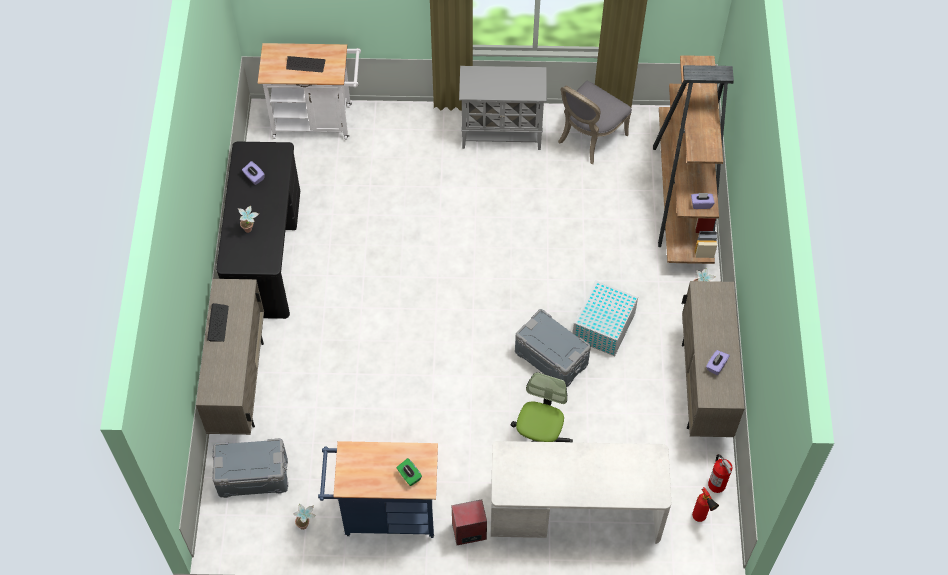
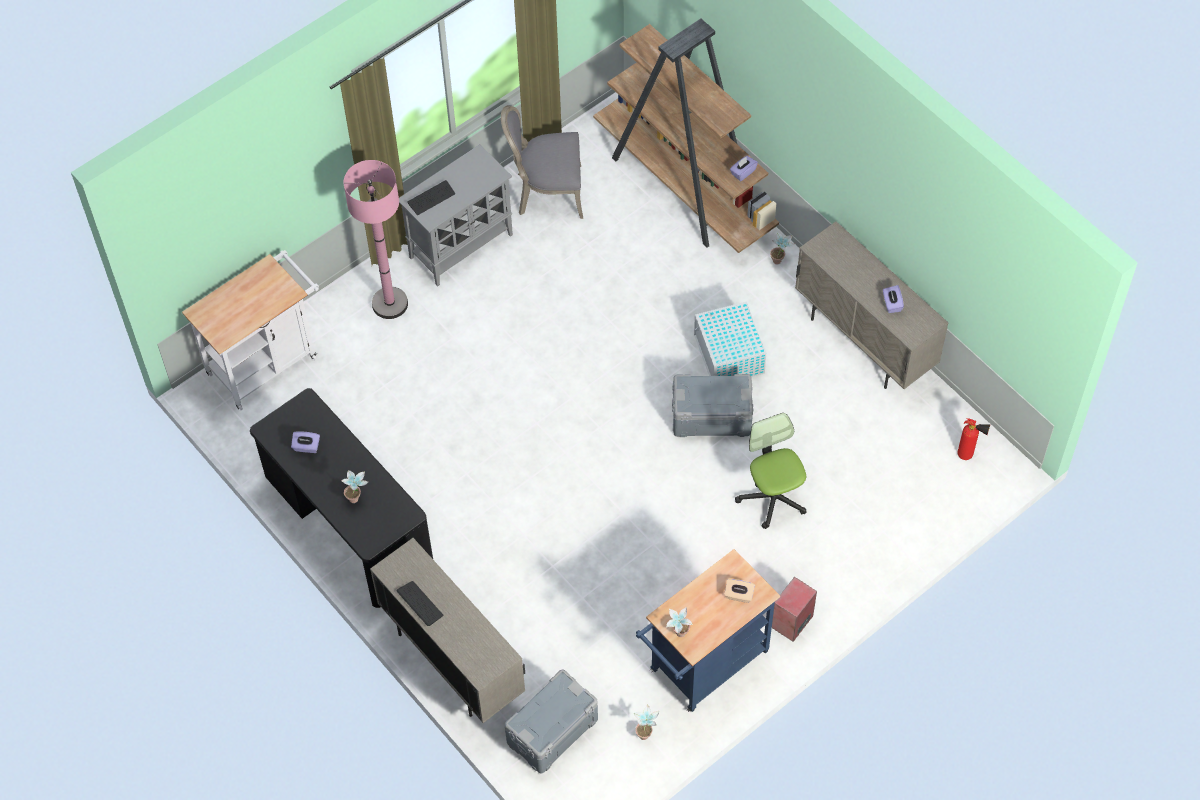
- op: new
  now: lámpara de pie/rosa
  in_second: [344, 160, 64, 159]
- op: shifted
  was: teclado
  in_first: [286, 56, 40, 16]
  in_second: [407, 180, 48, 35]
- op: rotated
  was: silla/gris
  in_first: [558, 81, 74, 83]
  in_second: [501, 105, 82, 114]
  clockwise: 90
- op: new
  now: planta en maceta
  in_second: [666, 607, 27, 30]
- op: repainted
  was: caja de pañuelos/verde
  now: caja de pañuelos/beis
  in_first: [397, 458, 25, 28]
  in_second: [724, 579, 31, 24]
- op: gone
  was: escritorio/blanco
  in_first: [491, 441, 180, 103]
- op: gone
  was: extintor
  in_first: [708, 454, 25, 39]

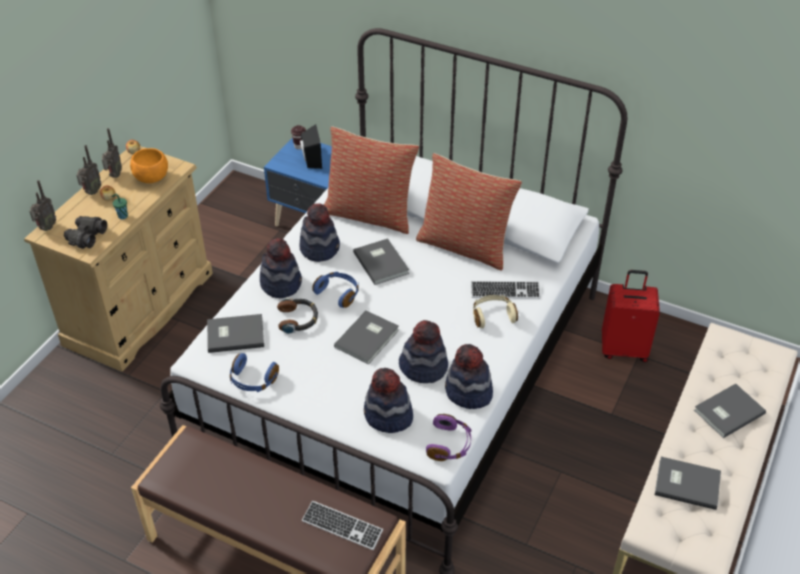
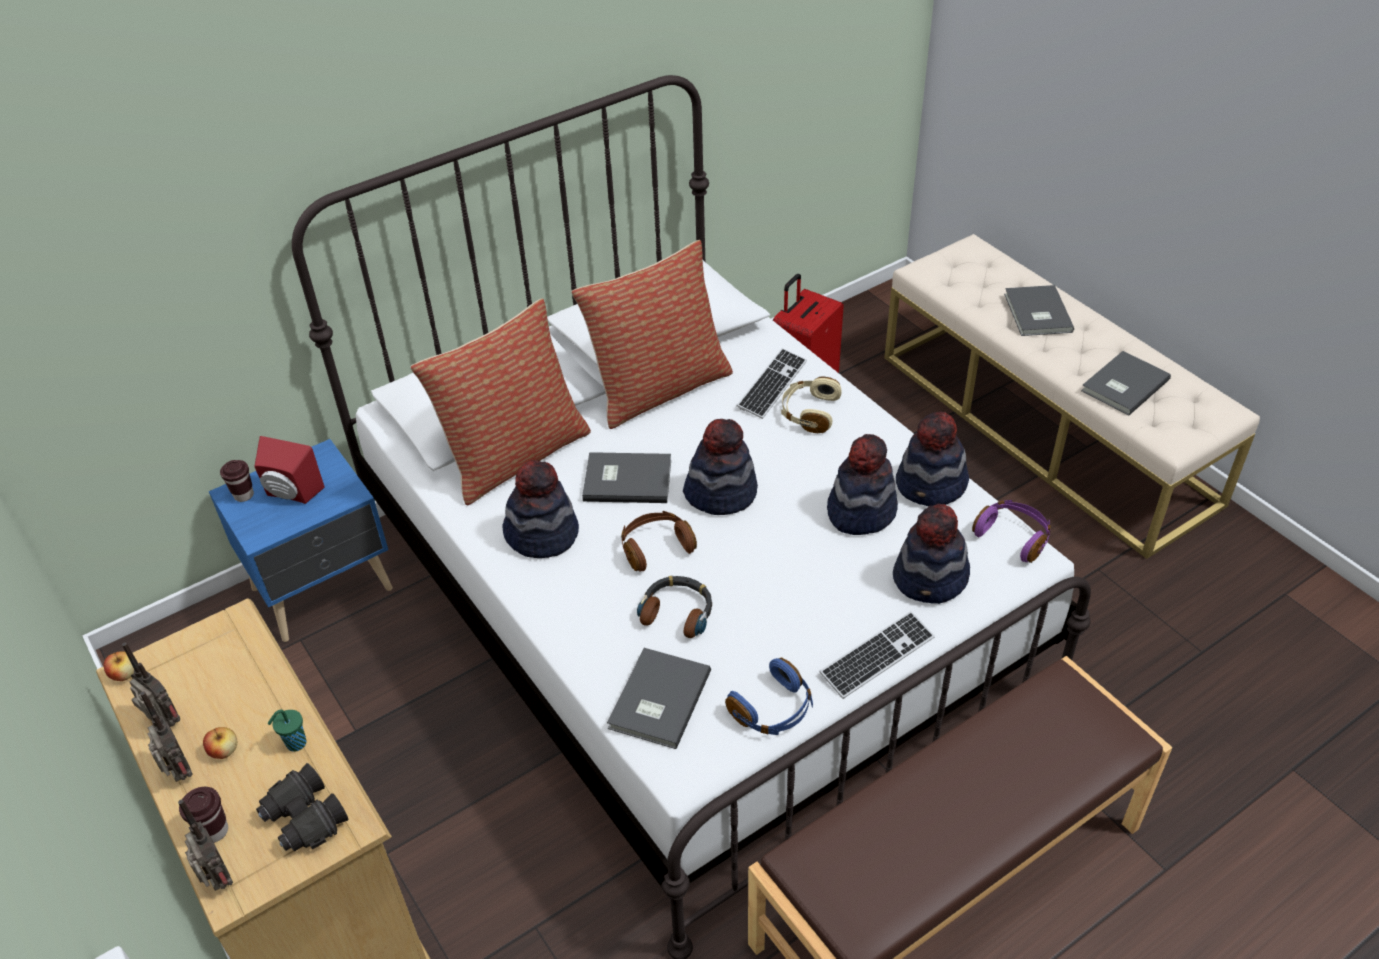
- op: new
  now: taza/marrón
  in_second: [179, 787, 49, 56]
- op: repainted
  was: altavoz/negro
  now: altavoz/rojo
  in_first: [300, 124, 22, 45]
  in_second: [254, 436, 71, 68]
- op: repainted
  was: auriculares/azul
  now: auriculares/marrón
  in_first: [312, 272, 47, 36]
  in_second: [621, 511, 76, 61]
- op: shifted
  was: sombrero
  in_first: [260, 238, 42, 60]
  in_second: [683, 419, 75, 96]
- op: shifted
  was: teclado
  in_first: [302, 501, 81, 49]
  in_second: [819, 611, 116, 88]
- op: gone
  was: cuenco/naranja
  in_first: [130, 148, 38, 35]
- op: gone
  was: libro/gris
  in_first: [334, 311, 65, 53]

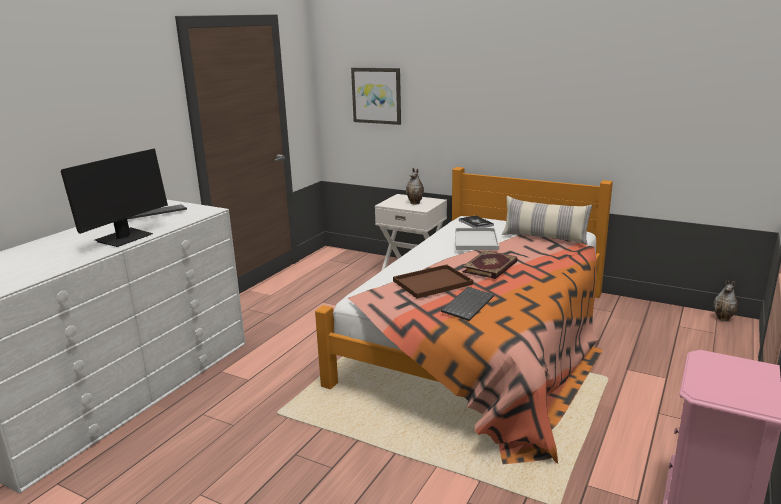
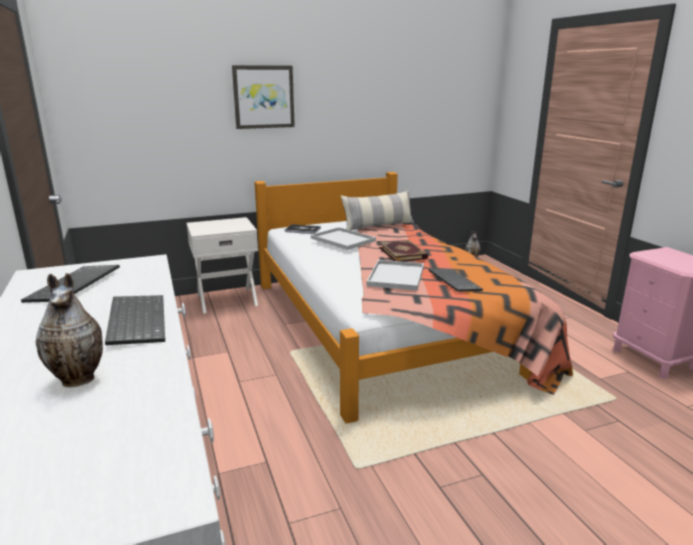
- op: shifted
  was: florero
  in_first: [406, 168, 18, 36]
  in_second: [36, 273, 67, 114]
- op: swapped
  was: monitor
  now: teclado
  in_first: [61, 149, 107, 98]
  in_second: [105, 295, 60, 50]
- op: shifted
  was: cuadro
  in_first: [351, 68, 50, 57]
  in_second: [232, 65, 63, 64]
- op: repainted
  was: bandeja/marrón
  now: bandeja/blanco
  in_first: [393, 264, 80, 35]
  in_second: [367, 260, 57, 30]

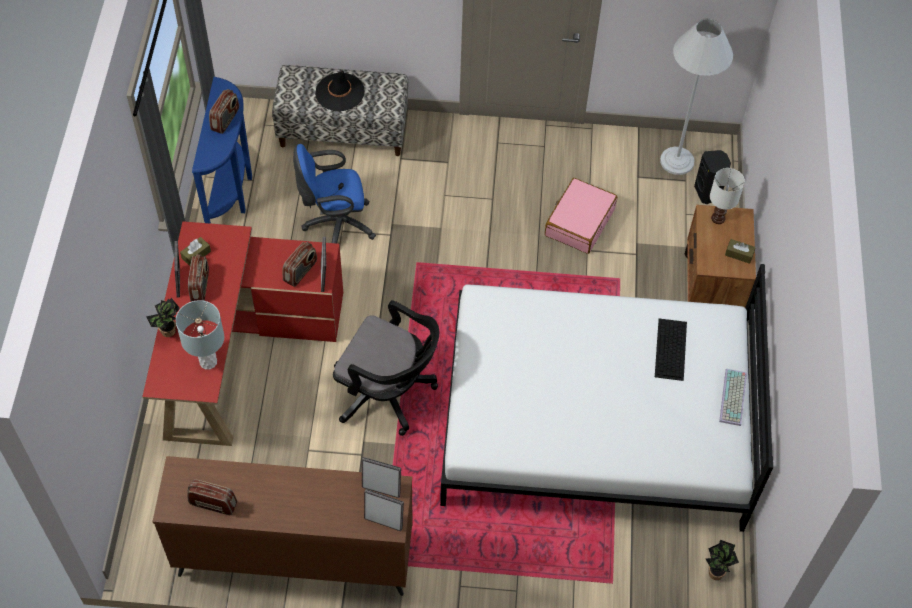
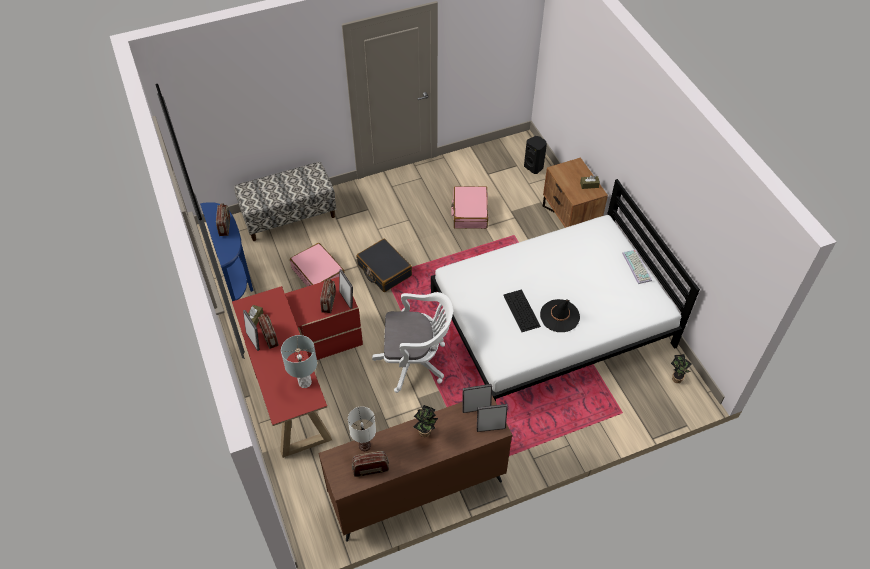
- op: swapped
  was: silla de oficina/azul
  now: maleta/rosa
  in_first: [293, 144, 83, 99]
  in_second: [290, 243, 55, 43]
- op: shifted
  was: lámpara de mesa/blanco
  in_first: [710, 168, 35, 56]
  in_second: [348, 407, 28, 44]
- op: new
  now: maleta/negro
  in_second: [356, 239, 56, 53]
- op: repainted
  was: silla de oficina/negro
  now: silla de oficina/blanco
  in_first: [333, 300, 107, 136]
  in_second: [372, 292, 81, 101]
- op: shifted
  was: planta en maceta
  in_first: [146, 298, 34, 39]
  in_second: [414, 405, 24, 32]
- op: shifted
  was: teclado
  in_first: [655, 318, 32, 63]
  in_second: [503, 289, 38, 43]
- op: shifted
  was: sombrero/negro
  in_first: [315, 71, 49, 40]
  in_second: [540, 299, 40, 33]
- op: gone
  was: lámpara de pie/blanco
  in_first: [660, 19, 73, 156]

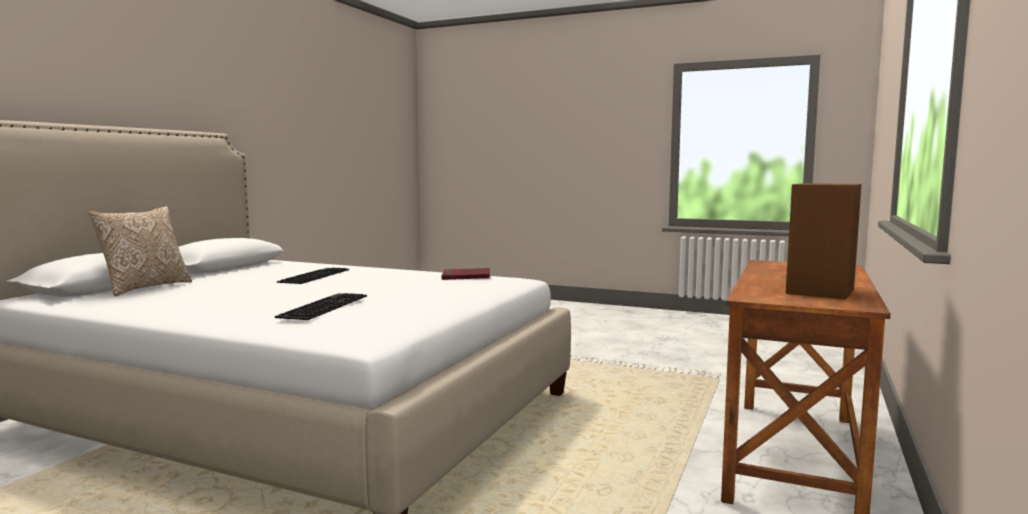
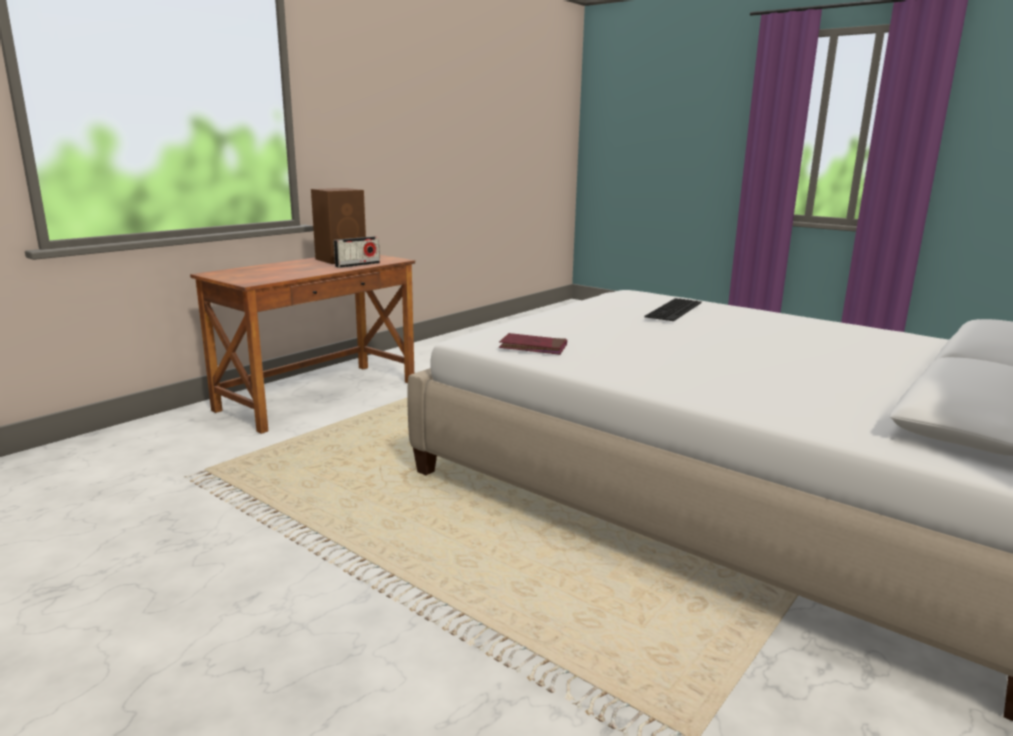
- op: new
  now: radio
  in_second: [334, 236, 46, 32]
- op: gone
  was: cojín
  in_first: [88, 206, 104, 90]
- op: gone
  was: teclado
  in_first: [277, 268, 72, 16]

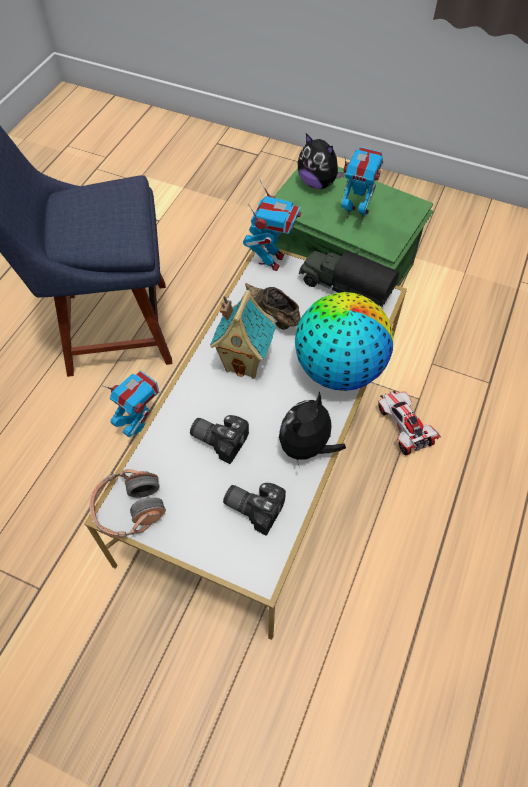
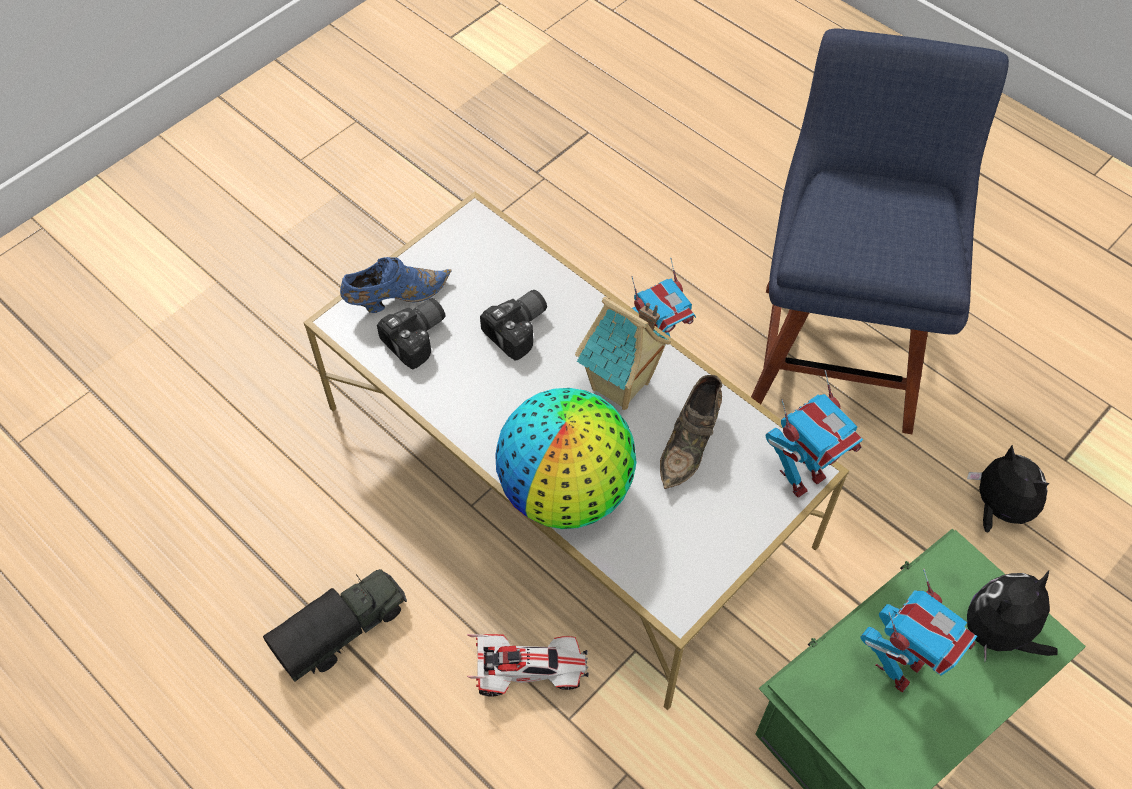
- op: shifted
  was: camión de juguete
  in_first: [299, 249, 100, 58]
  in_second: [263, 569, 144, 113]
- op: new
  now: zapato/azul
  in_second: [340, 257, 112, 56]
- op: rotated
  was: zapato/marrón
  in_first: [245, 283, 56, 46]
  in_second: [660, 375, 62, 114]
  clockwise: 135
- op: rotated
  was: robot de juguete
  in_first: [243, 180, 58, 91]
  in_second: [766, 370, 97, 128]
  clockwise: -75
- op: shifted
  was: peluche
  in_first: [279, 391, 67, 77]
  in_second: [967, 445, 82, 88]
- op: gone
  was: auriculares
  in_first: [89, 469, 77, 69]

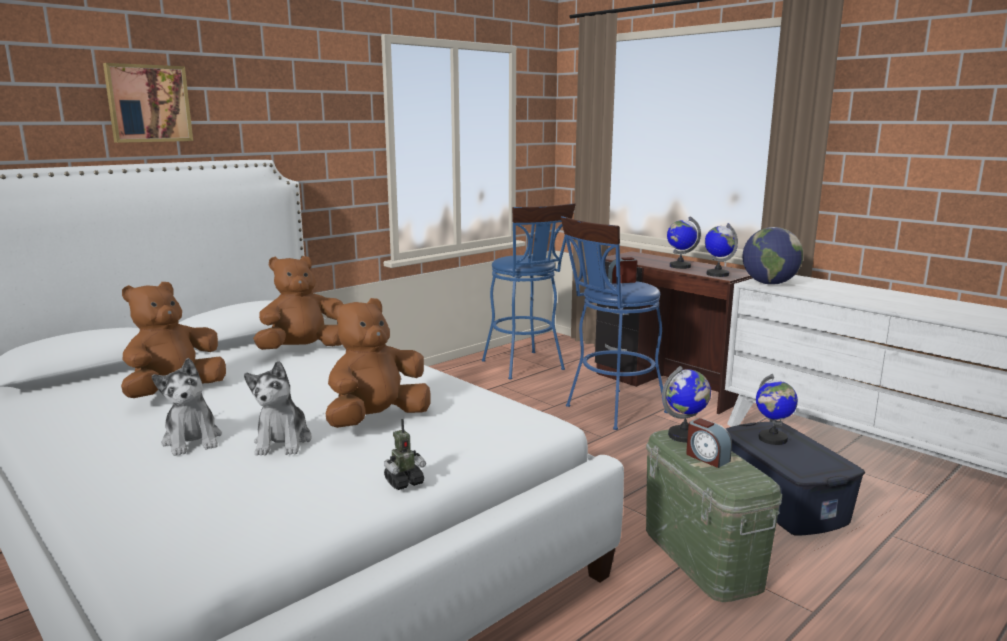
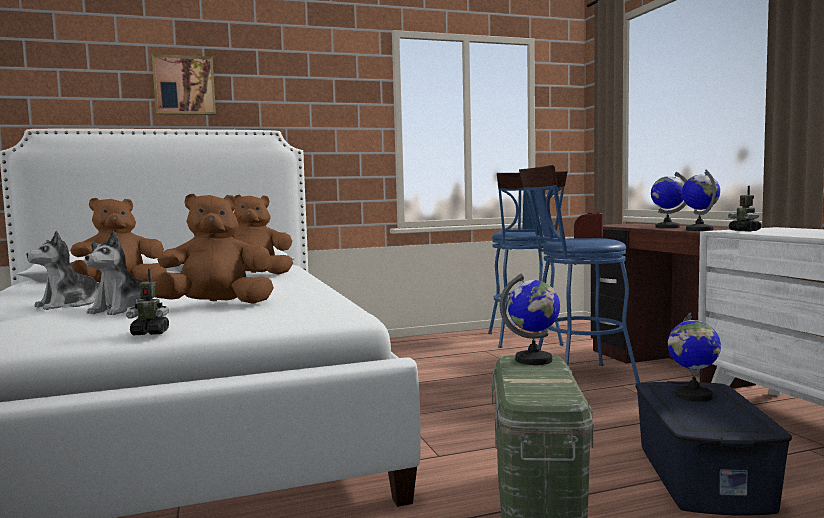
- op: rotated
  was: peluche
  in_first: [152, 358, 70, 98]
  in_second: [26, 230, 74, 80]
  clockwise: 45
- op: swapped
  was: globo terráqueo
  now: robot de juguete
  in_first: [742, 227, 61, 58]
  in_second: [728, 186, 34, 45]
- op: gone
  was: despertador
  in_first: [686, 418, 46, 50]

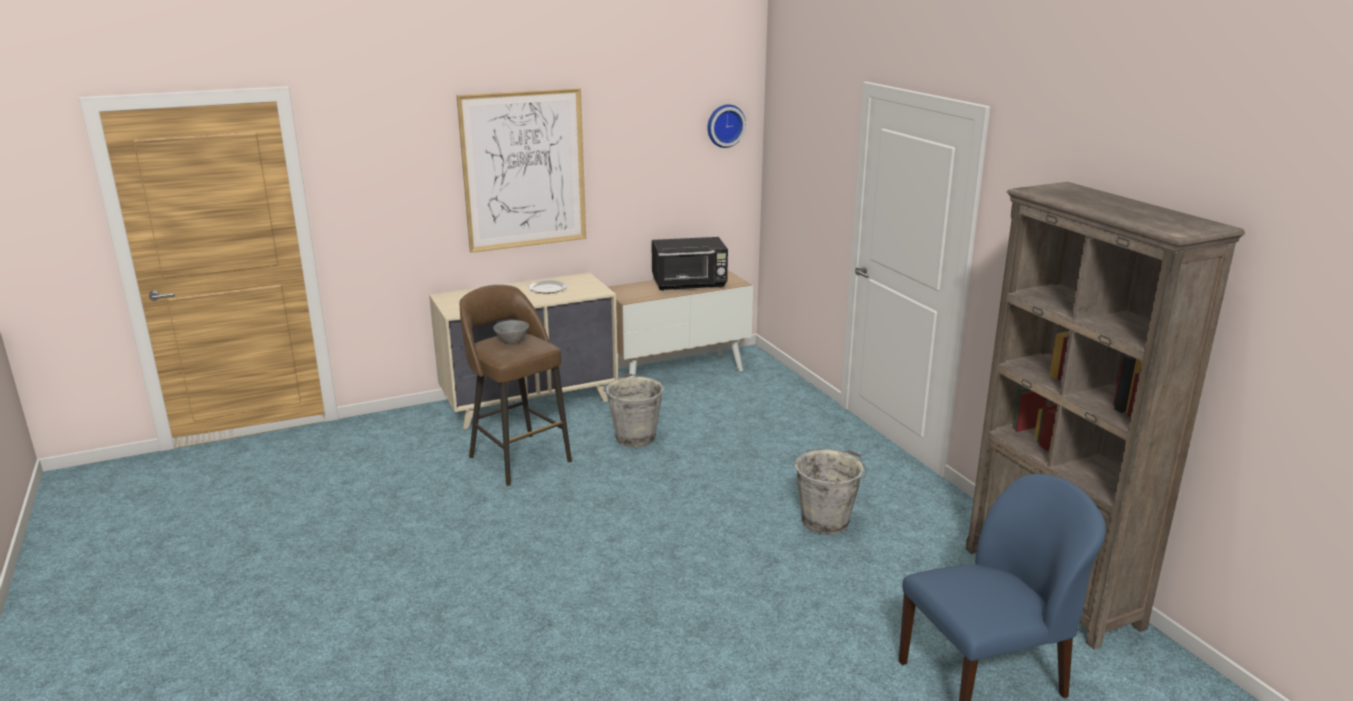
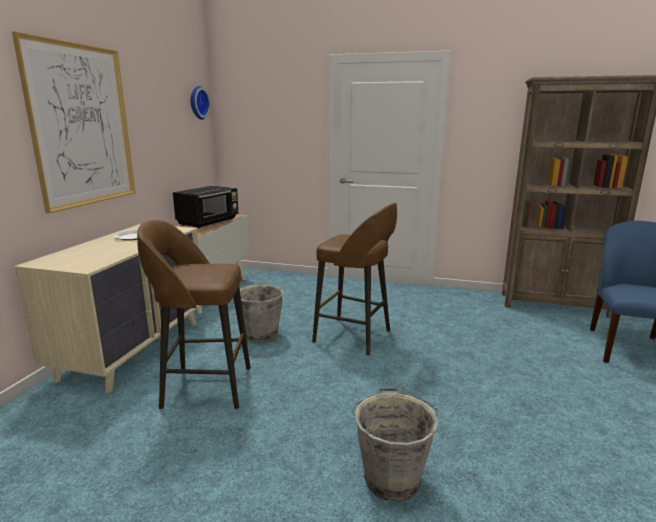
- op: new
  now: taburete/marrón
  in_second: [312, 203, 85, 153]
- op: shifted
  was: cubo/gris
  in_first: [795, 449, 72, 86]
  in_second: [351, 388, 87, 114]
- op: gone
  was: cuenco/gris
  in_first: [493, 320, 36, 24]

